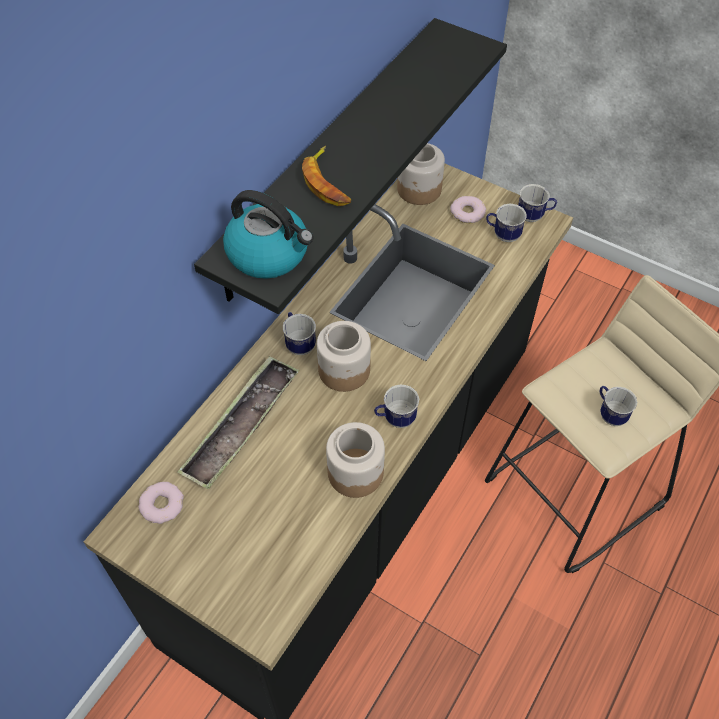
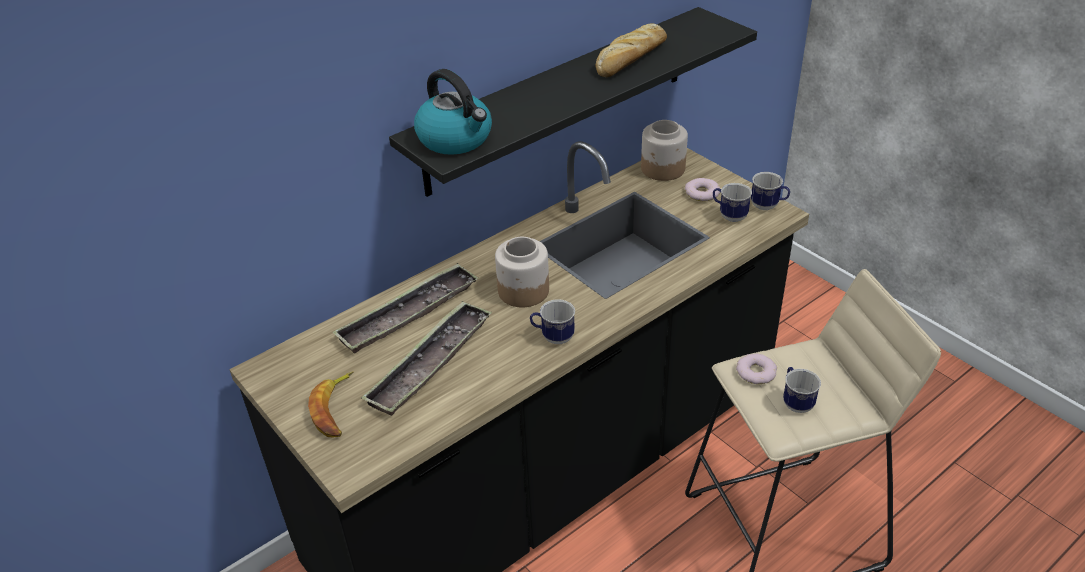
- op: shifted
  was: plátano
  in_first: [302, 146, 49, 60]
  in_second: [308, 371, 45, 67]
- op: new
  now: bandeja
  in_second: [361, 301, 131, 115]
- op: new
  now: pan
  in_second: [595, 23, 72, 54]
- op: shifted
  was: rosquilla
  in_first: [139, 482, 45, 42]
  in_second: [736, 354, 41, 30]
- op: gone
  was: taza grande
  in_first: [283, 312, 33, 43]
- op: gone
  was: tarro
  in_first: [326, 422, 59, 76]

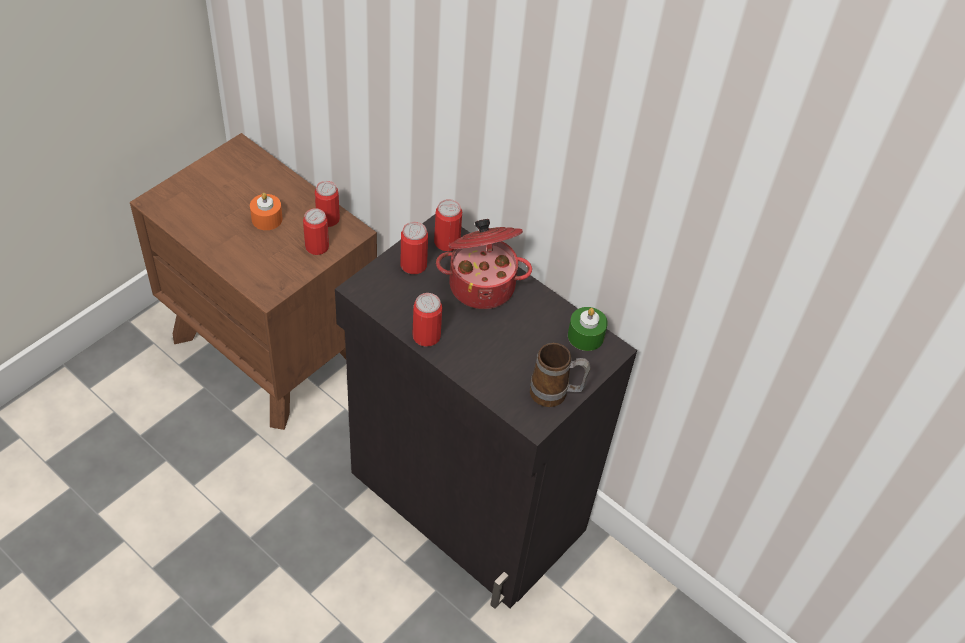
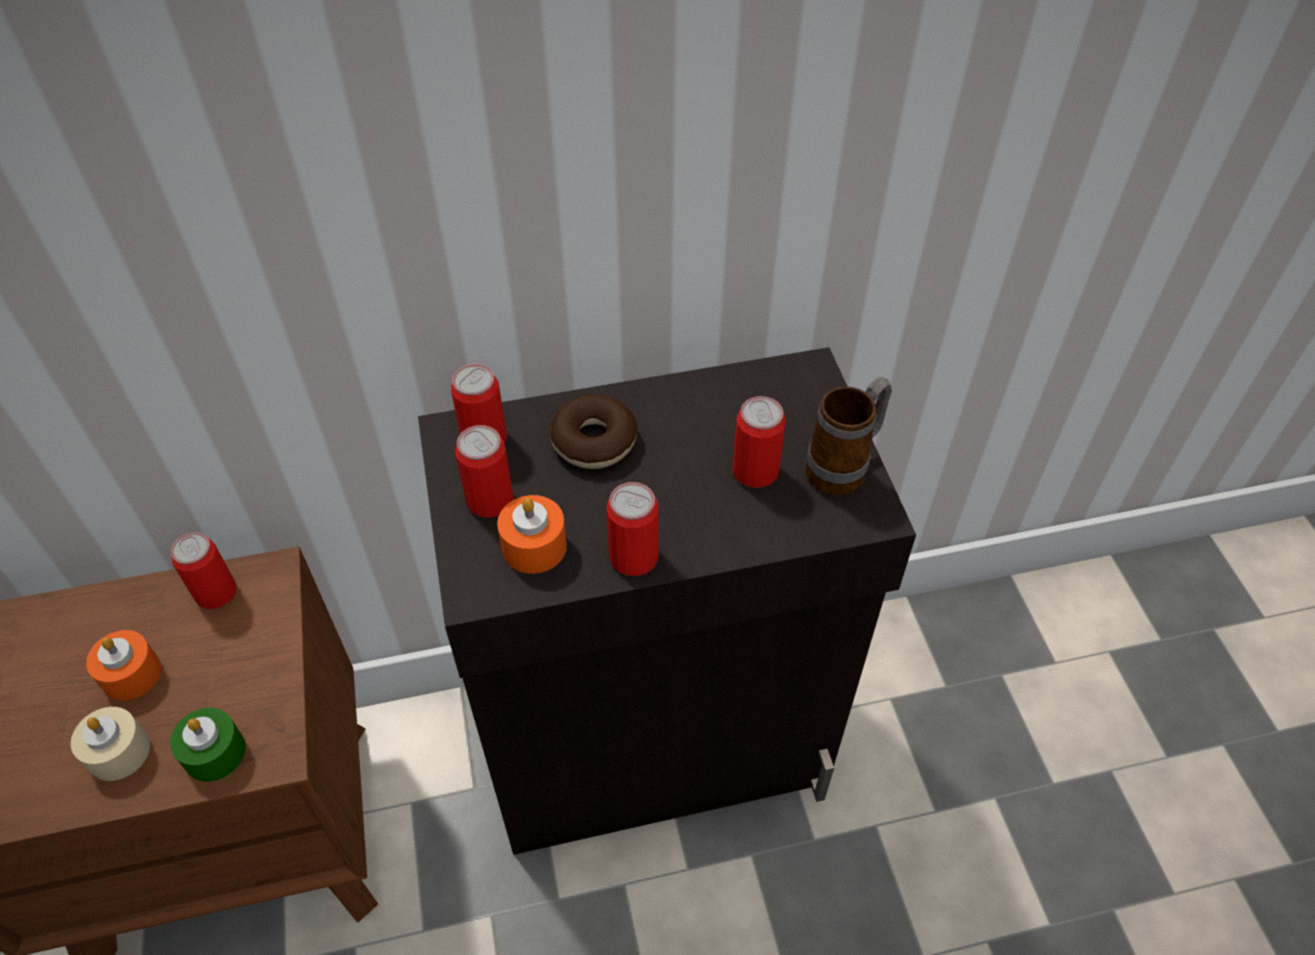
- op: new
  now: vela/beis
  in_second: [71, 707, 79, 74]
- op: shifted
  was: vela/verde
  in_first: [568, 307, 40, 44]
  in_second: [170, 708, 76, 74]
- op: new
  now: vela/naranja
  in_second: [497, 495, 70, 79]
- op: swapped
  was: olla
  now: rosquilla
  in_first: [436, 219, 96, 90]
  in_second: [549, 395, 88, 74]
- op: shifted
  was: lata
  in_first: [303, 208, 26, 47]
  in_second: [732, 396, 54, 92]

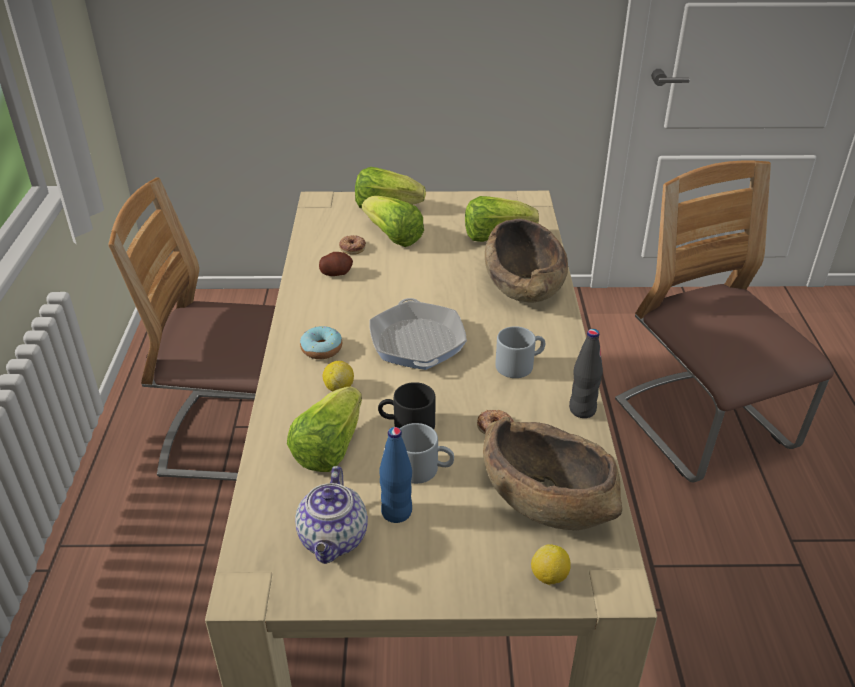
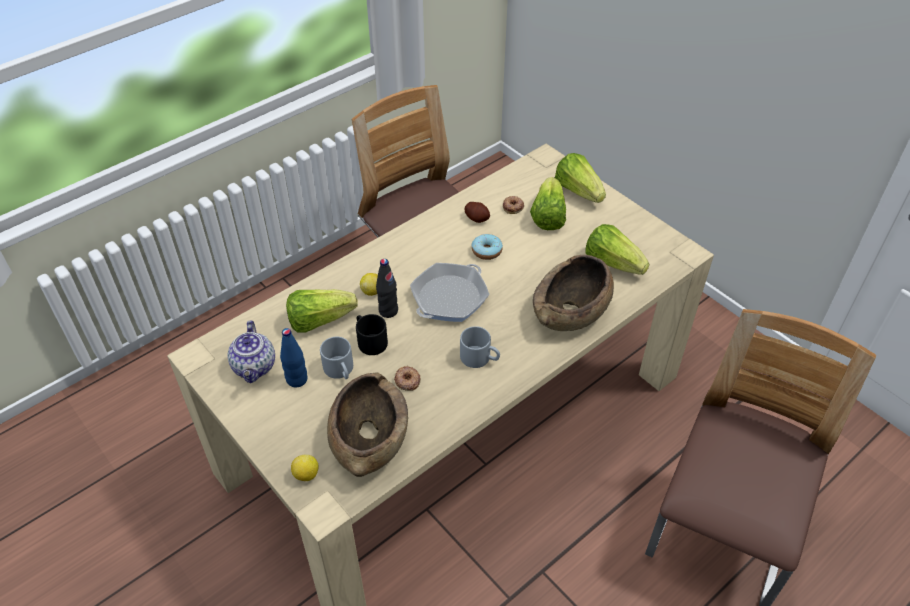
- op: rotated
  was: tetera
  in_first: [295, 466, 73, 98]
  in_second: [227, 320, 48, 63]
  clockwise: -60
- op: shifted
  was: botella/negro
  in_first: [569, 329, 34, 89]
  in_second: [376, 259, 22, 59]
- op: shifted
  was: rosquilla
  in_first: [300, 326, 42, 33]
  in_second: [472, 234, 31, 26]

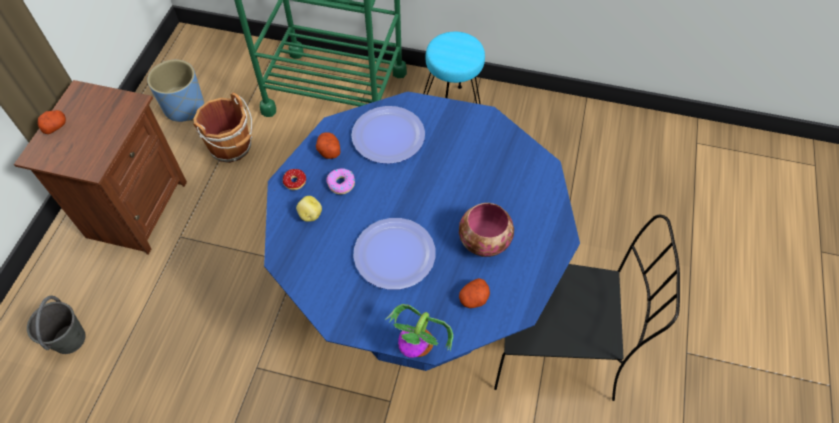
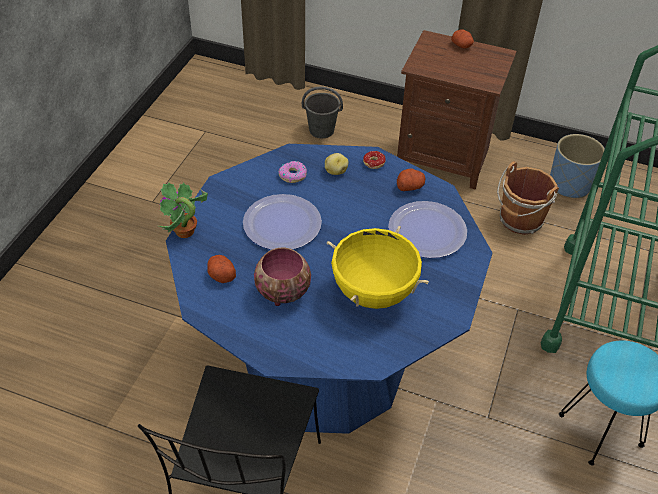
- op: shifted
  was: rosquilla
  in_first: [326, 168, 29, 26]
  in_second: [279, 161, 28, 22]
- op: new
  now: olla/amarillo
  in_second: [327, 226, 102, 83]

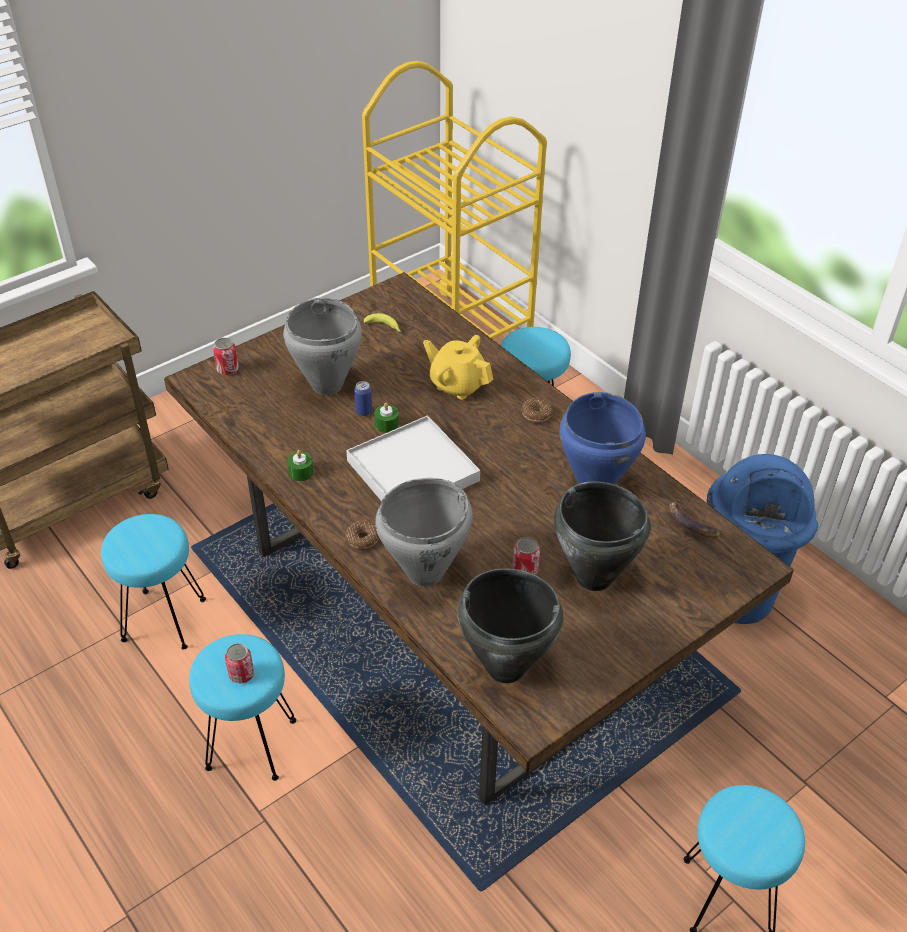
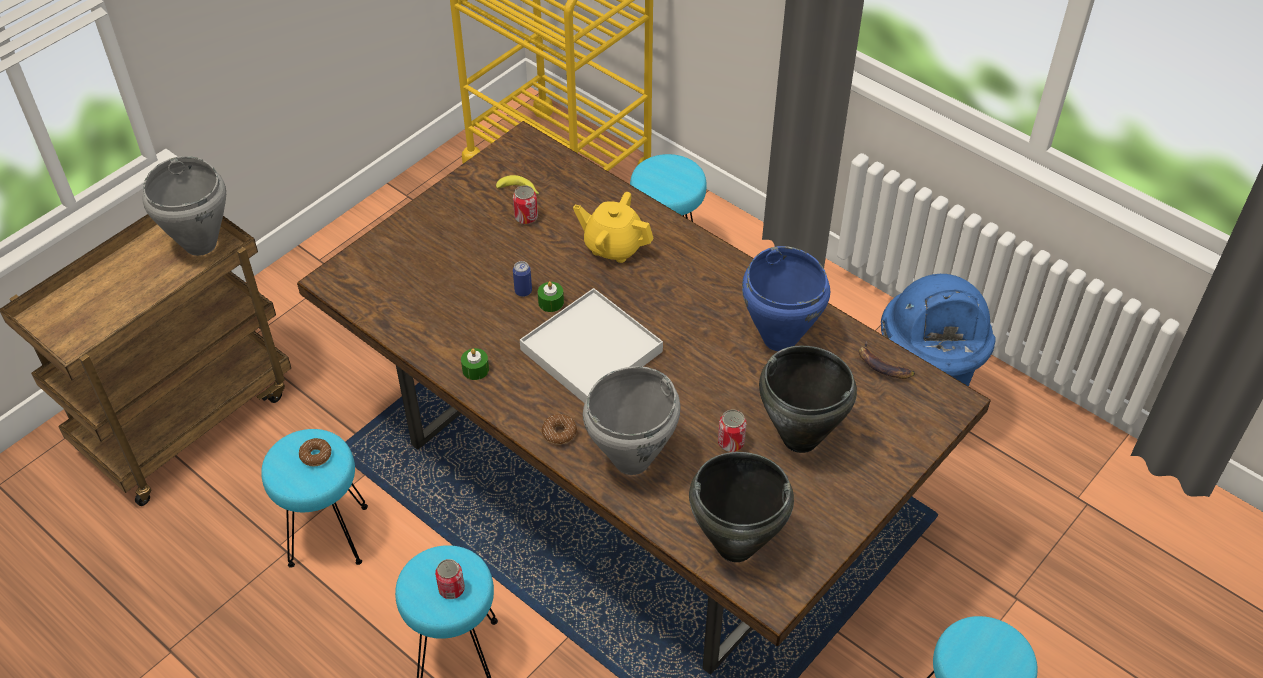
- op: shifted
  was: olla/gris
  in_first: [283, 298, 79, 97]
  in_second: [143, 156, 83, 100]
- op: shifted
  was: rosquilla
  in_first: [522, 399, 30, 23]
  in_second: [299, 438, 33, 28]
- op: shifted
  was: lata
  in_first: [213, 338, 26, 37]
  in_second: [513, 185, 25, 39]

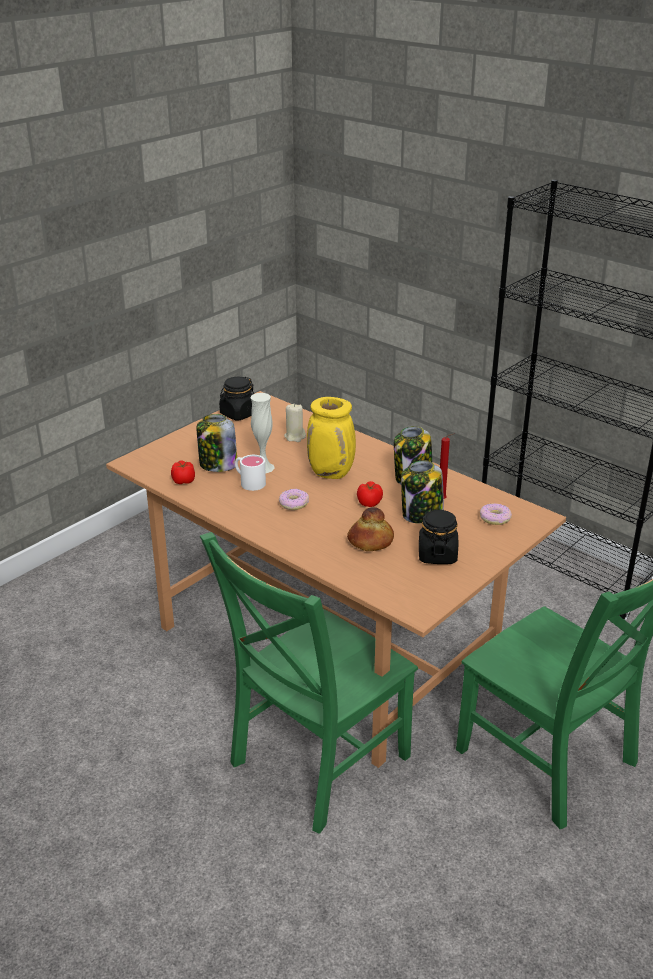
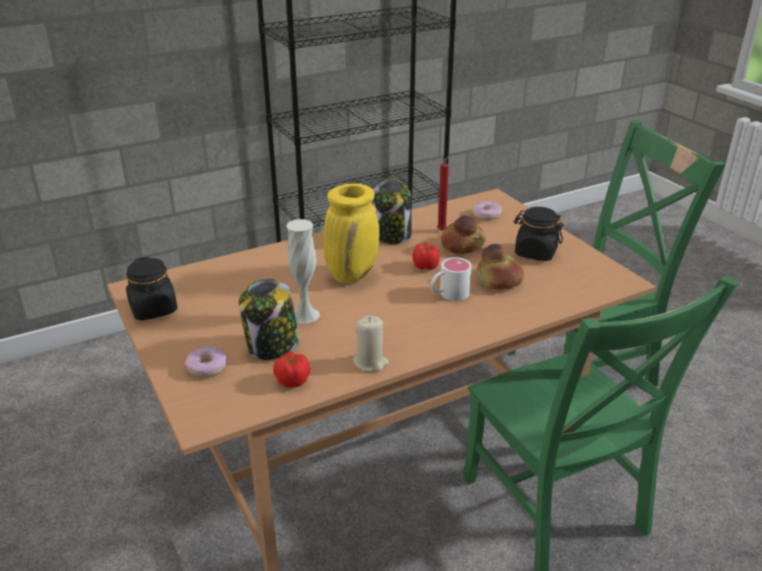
- op: shifted
  was: rosquilla
  in_first: [279, 489, 30, 21]
  in_second: [185, 346, 42, 31]
- op: shifted
  was: vela/beis
  in_first: [284, 403, 22, 39]
  in_second: [353, 316, 36, 56]
- op: shifted
  was: taza grande/blanco
  in_first: [235, 455, 31, 36]
  in_second: [430, 257, 42, 44]
- op: swapped
  was: tarro
  now: pan
  in_first: [401, 461, 43, 63]
  in_second: [441, 215, 45, 39]

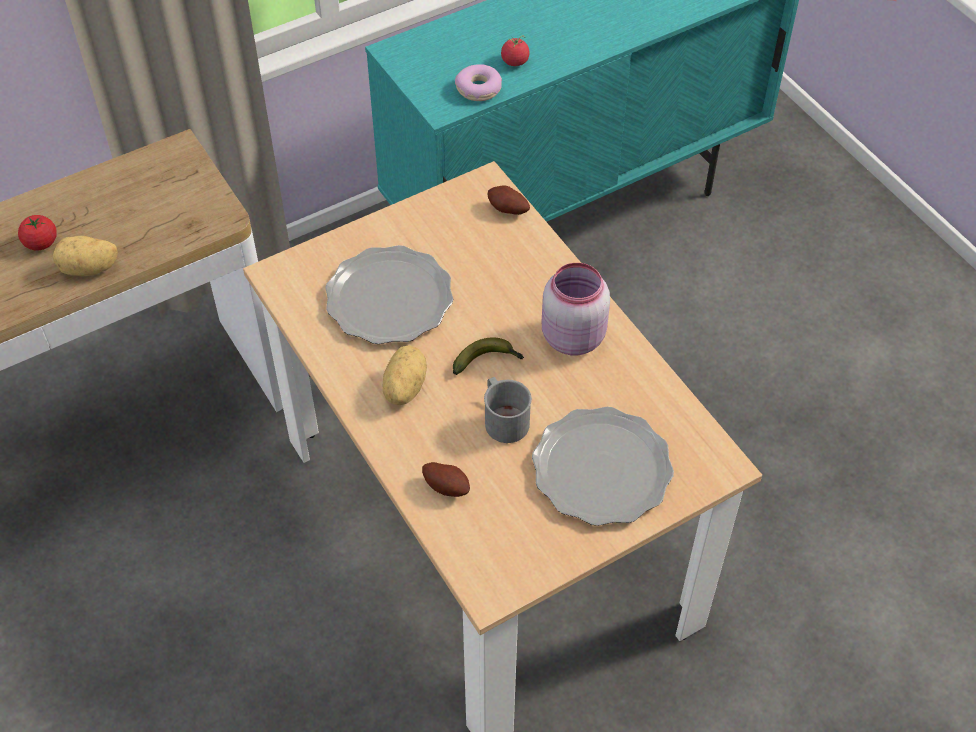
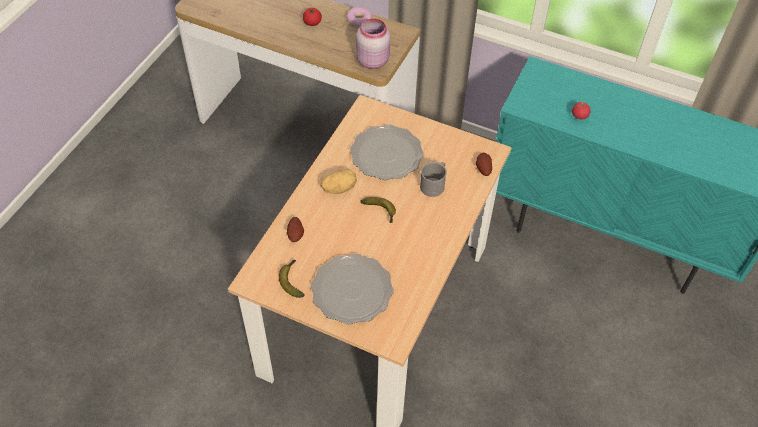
- op: new
  now: plátano
  in_second: [279, 260, 26, 38]
- op: shifted
  was: rosquilla
  in_first: [455, 64, 47, 37]
  in_second: [346, 7, 26, 21]
- op: shifted
  was: tarro/rosa
  in_first: [542, 263, 68, 92]
  in_second: [356, 18, 34, 51]
- op: shifted
  was: taza grande/gris
  in_first: [484, 377, 48, 66]
  in_second: [420, 162, 27, 35]
- op: gone
  was: patata
  in_first: [53, 236, 65, 40]

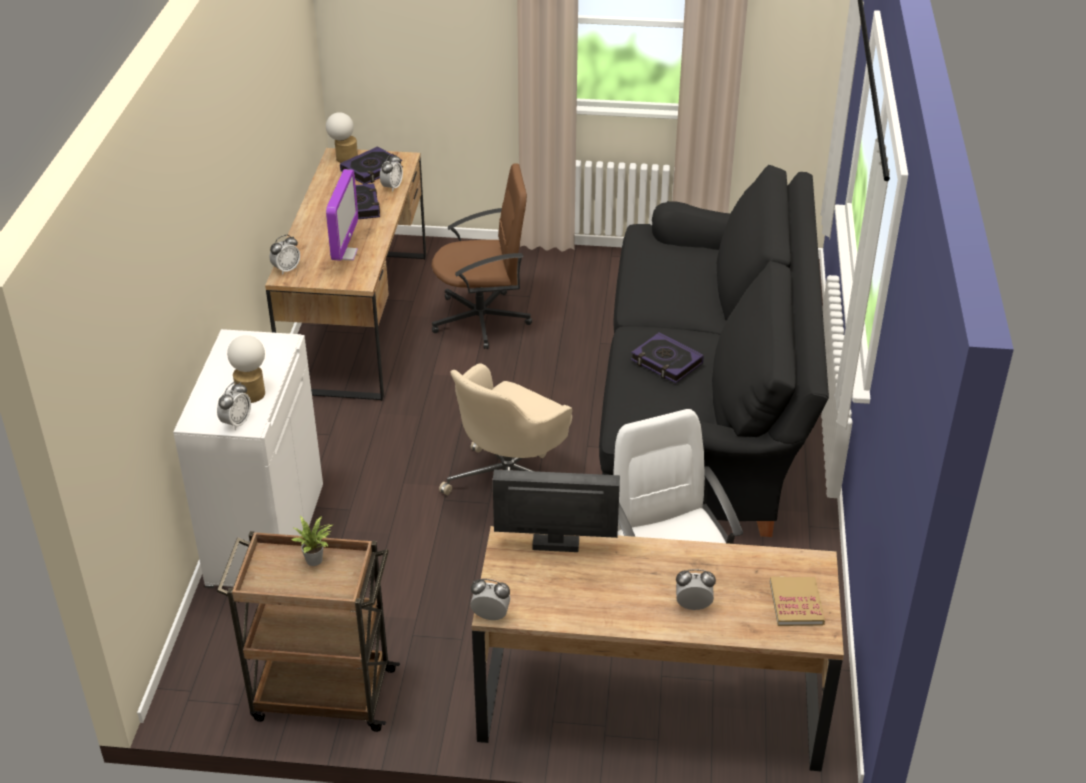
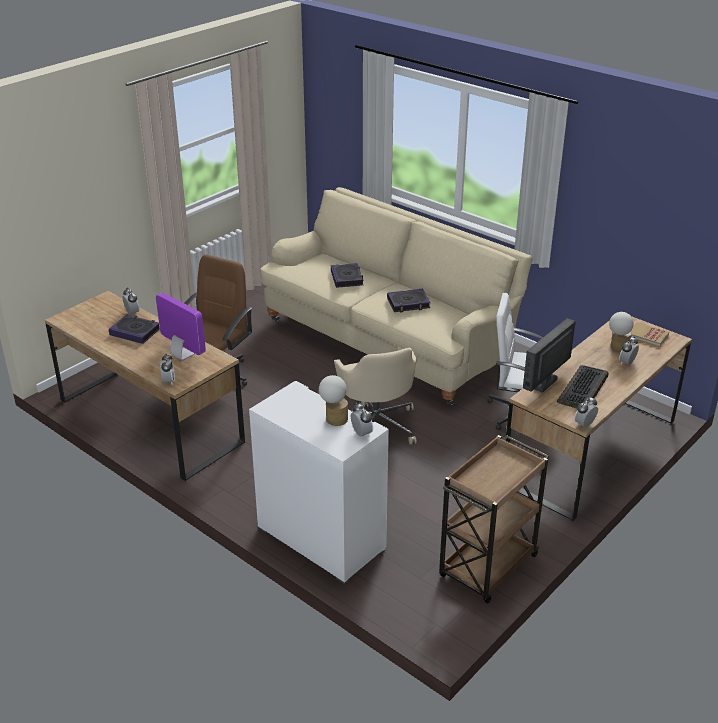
- op: repainted
  was: sofá/negro
  now: sofá/beis
  in_first: [599, 165, 230, 372]
  in_second: [261, 187, 272, 218]
- op: shifted
  was: libro
  in_first: [340, 146, 63, 38]
  in_second: [331, 263, 32, 25]
- op: new
  now: teclado
  in_second: [557, 365, 52, 44]
- op: shifted
  was: lámpara de mesa
  in_first: [326, 112, 32, 51]
  in_second: [609, 312, 25, 40]
- op: gone
  was: planta en maceta
  in_first: [291, 515, 43, 51]

